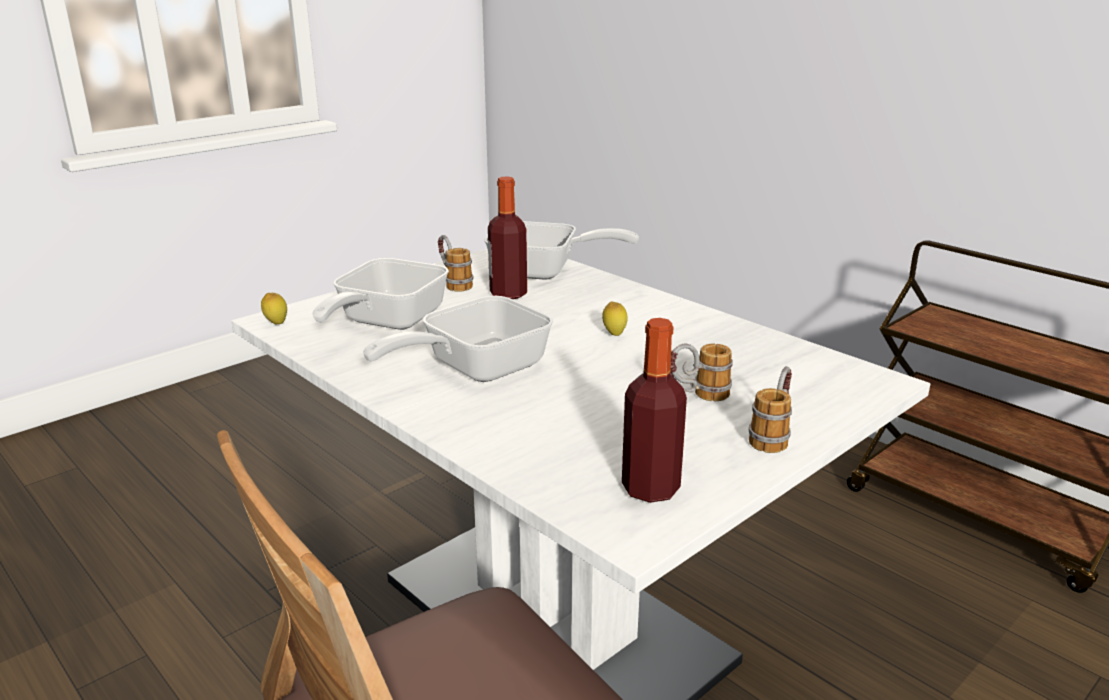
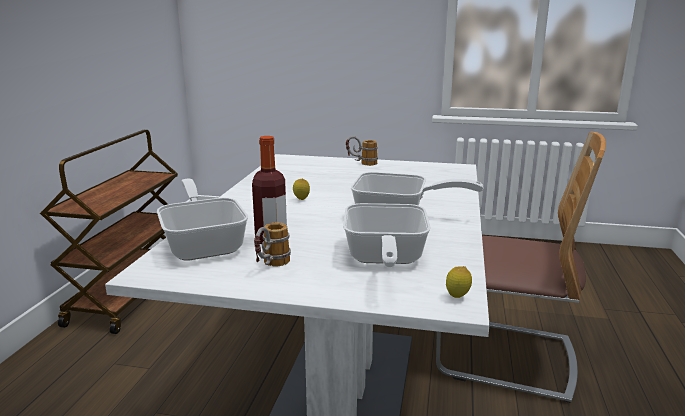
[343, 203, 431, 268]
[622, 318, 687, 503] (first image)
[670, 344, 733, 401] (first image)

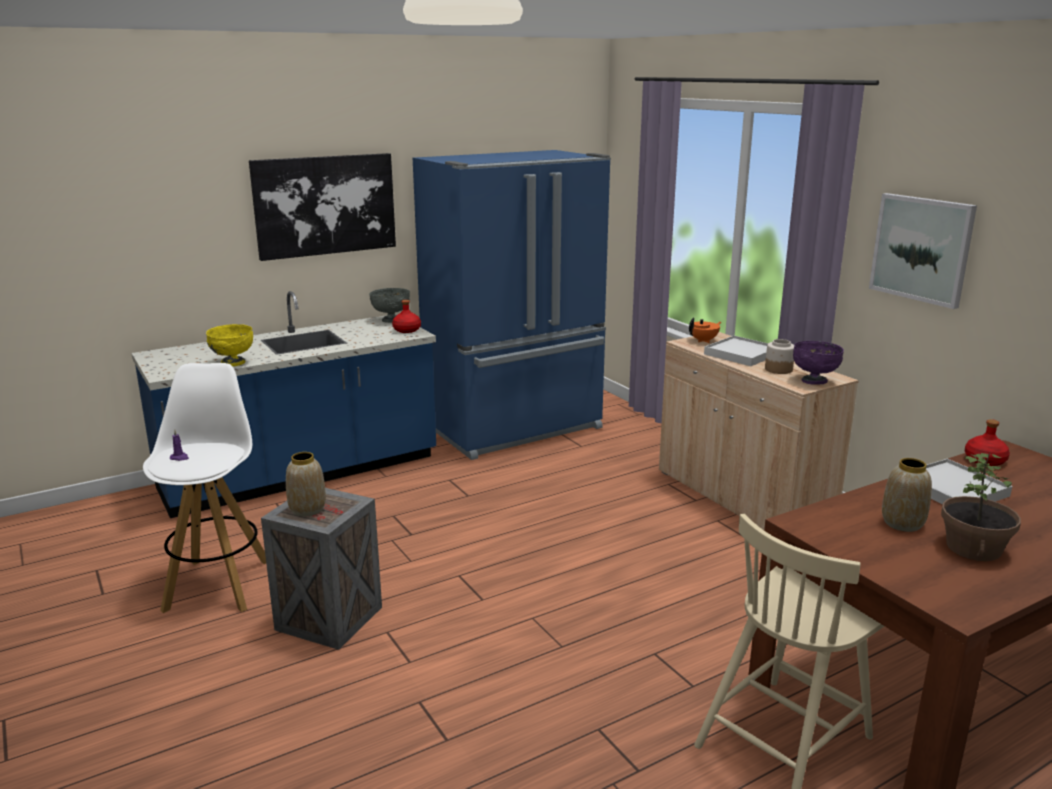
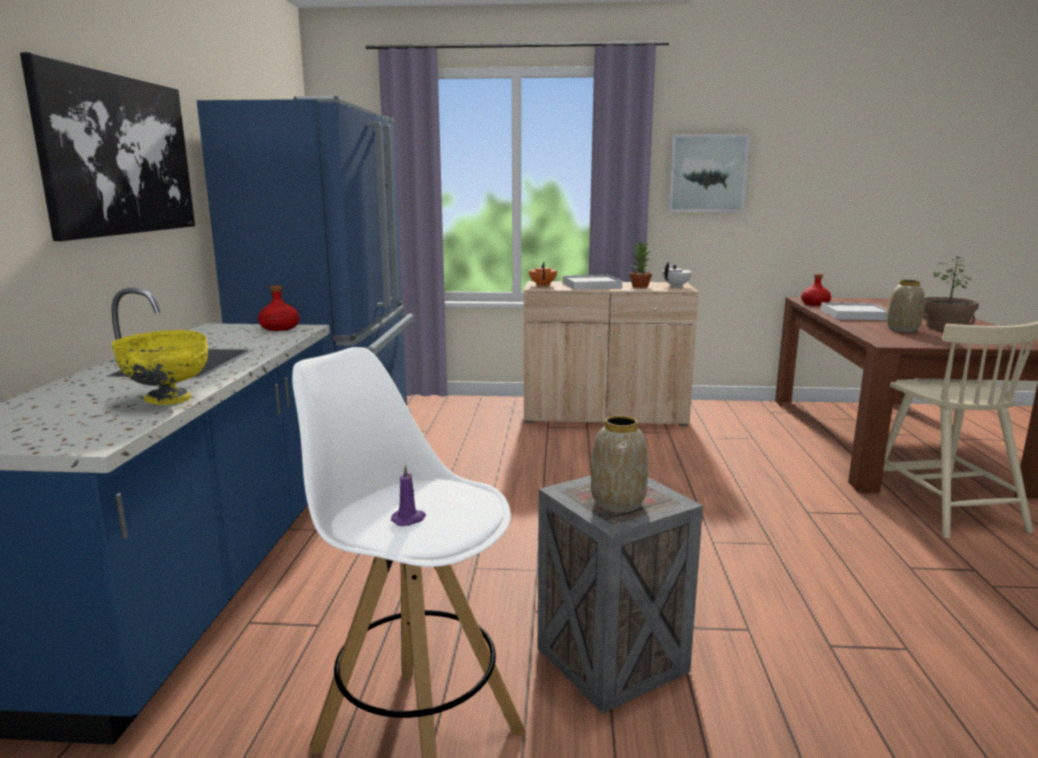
[369, 288, 410, 323] (first image)
[630, 241, 652, 288]
[662, 262, 692, 287]

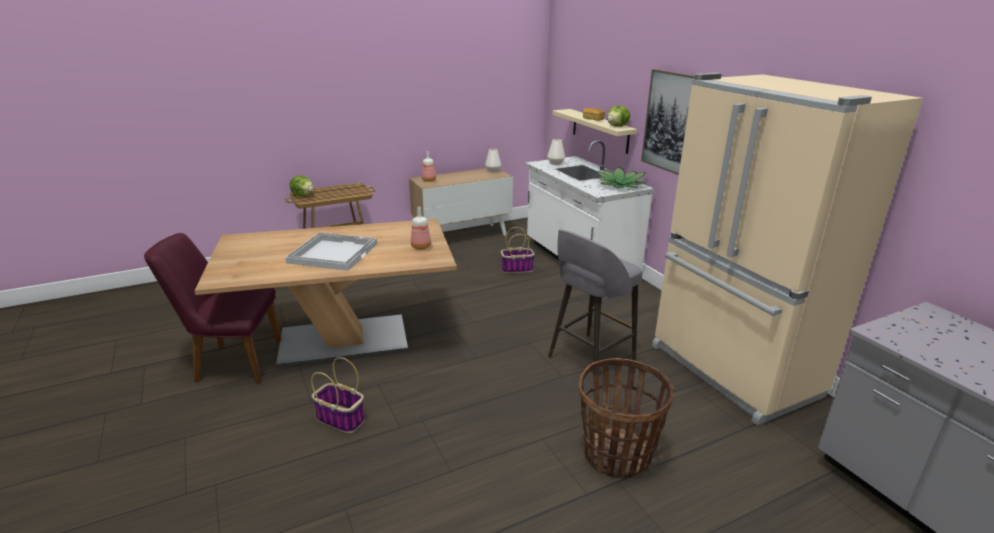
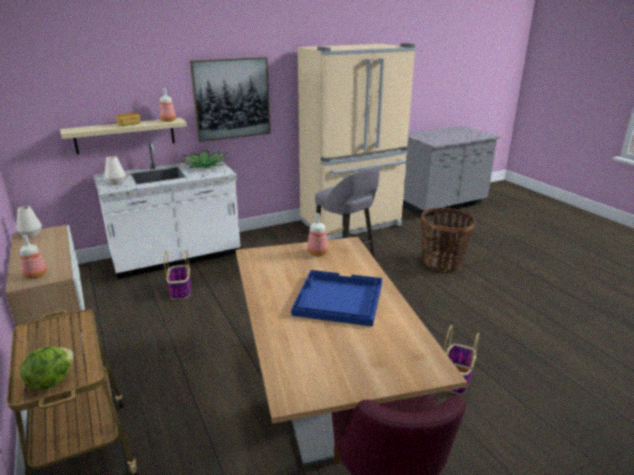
[160, 88, 176, 122]
[291, 270, 382, 327]

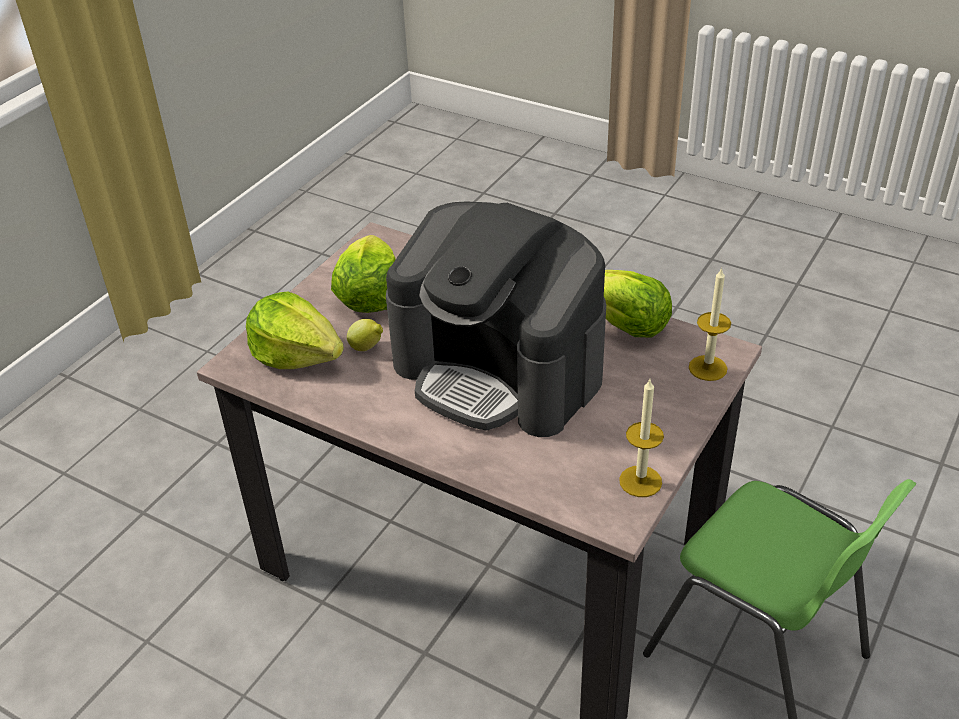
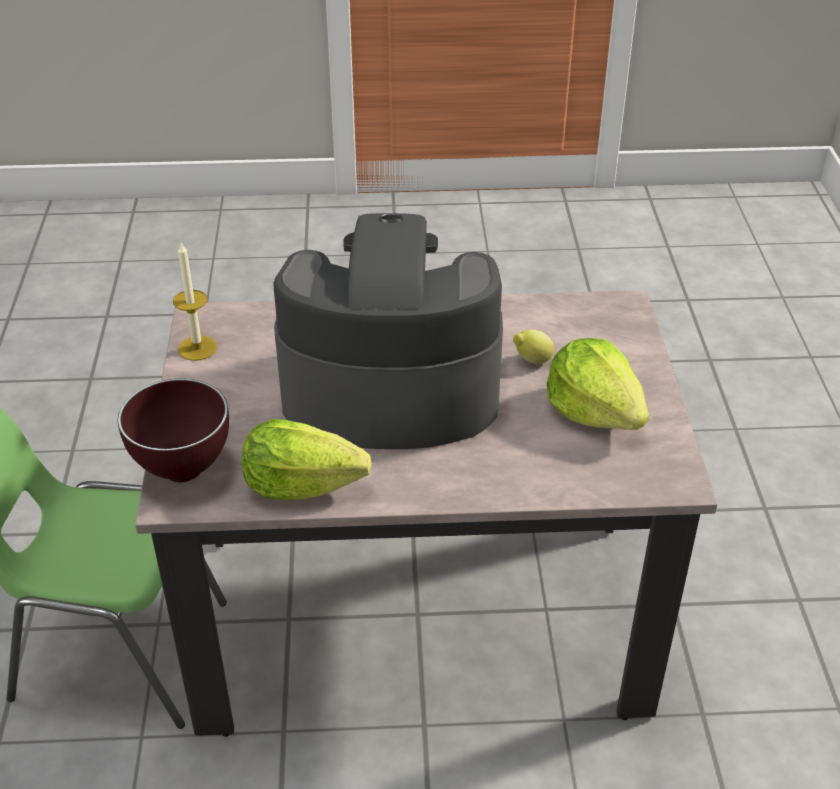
[118, 379, 229, 482]
[246, 292, 344, 369] (first image)

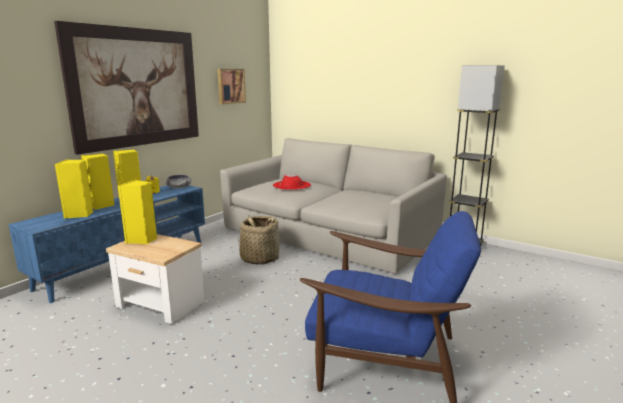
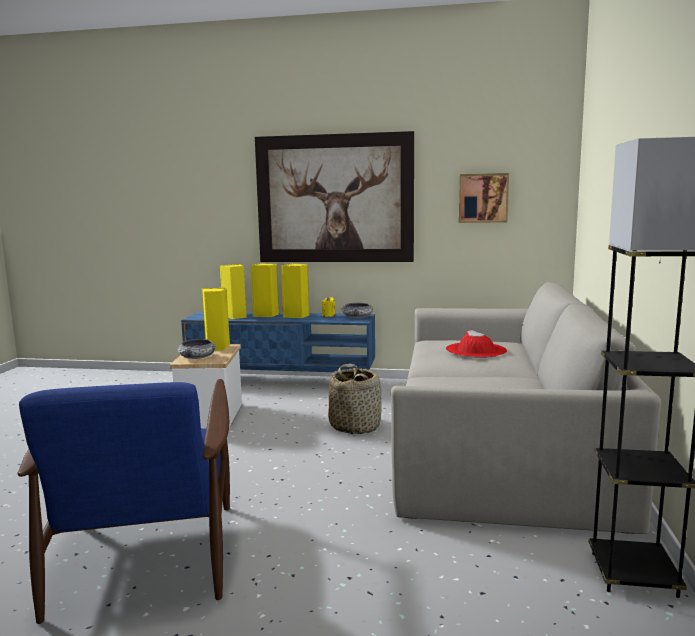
[178, 339, 216, 359]

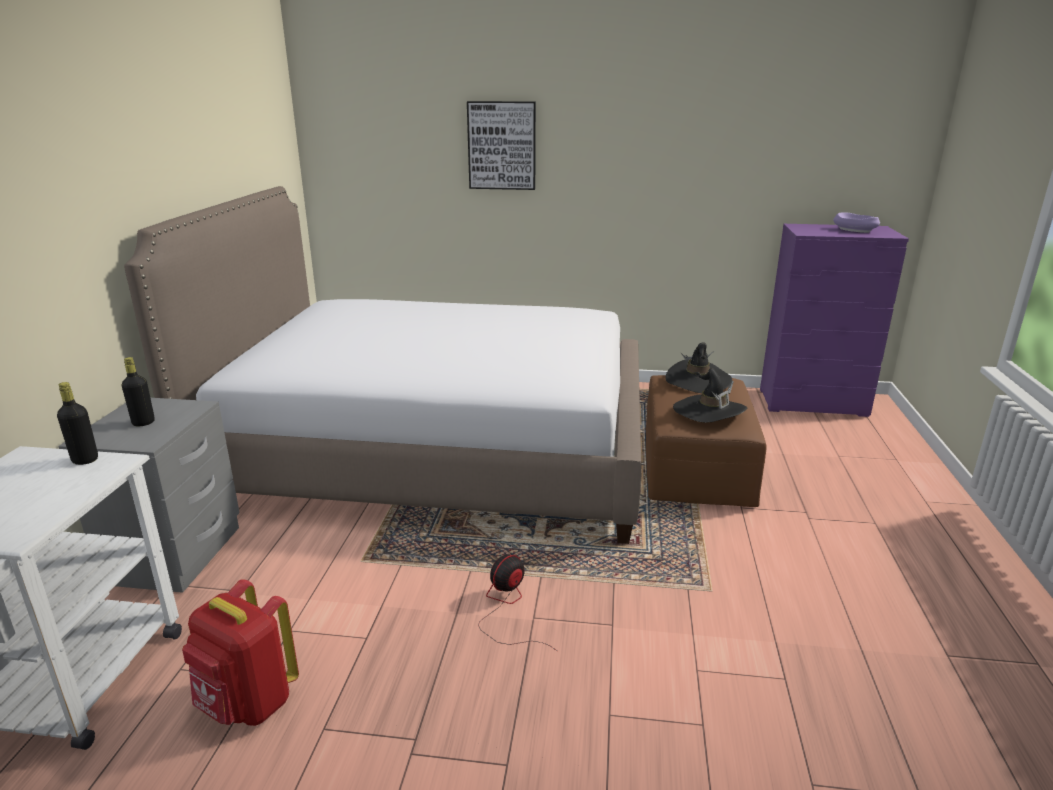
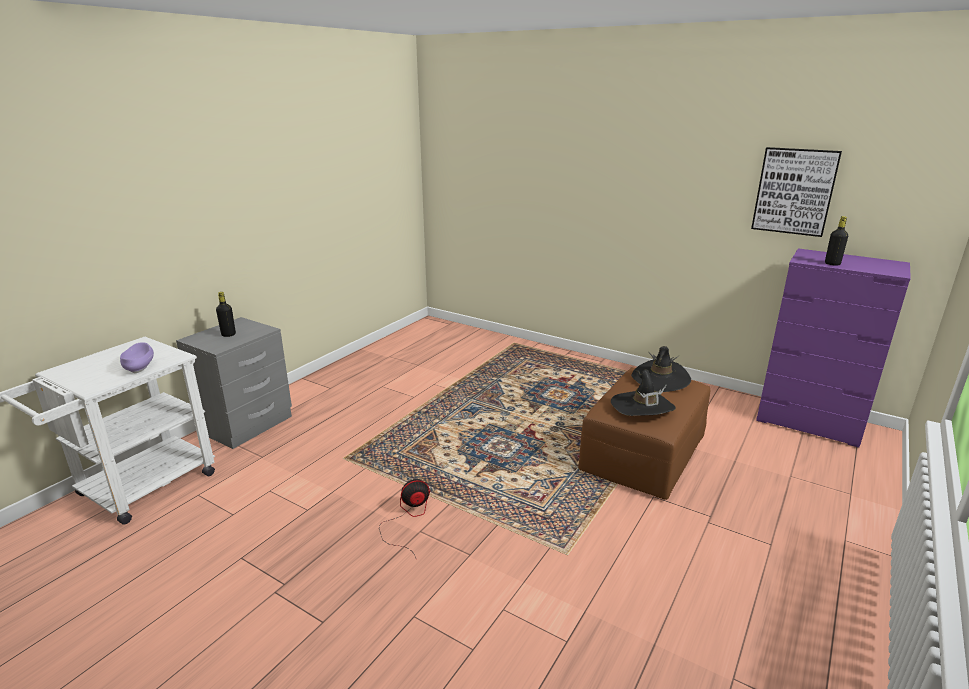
[751, 147, 842, 237]
[124, 186, 642, 544] (first image)
[120, 342, 154, 373]
[825, 216, 848, 266]
[182, 579, 299, 726] (first image)

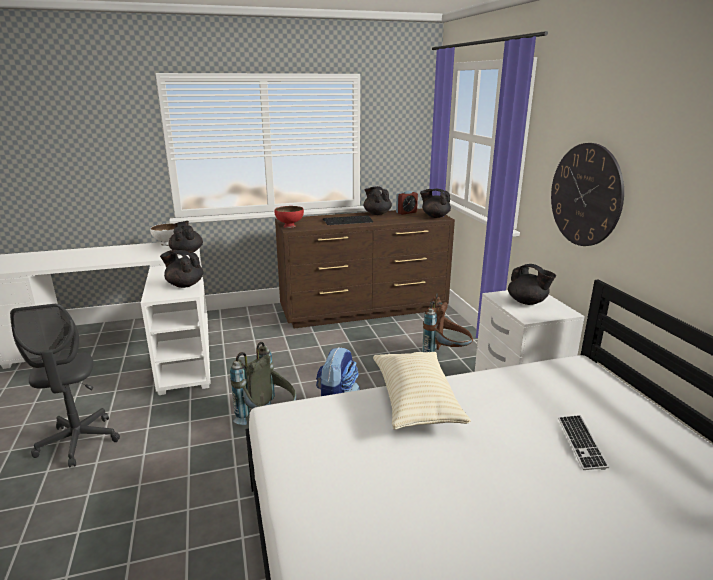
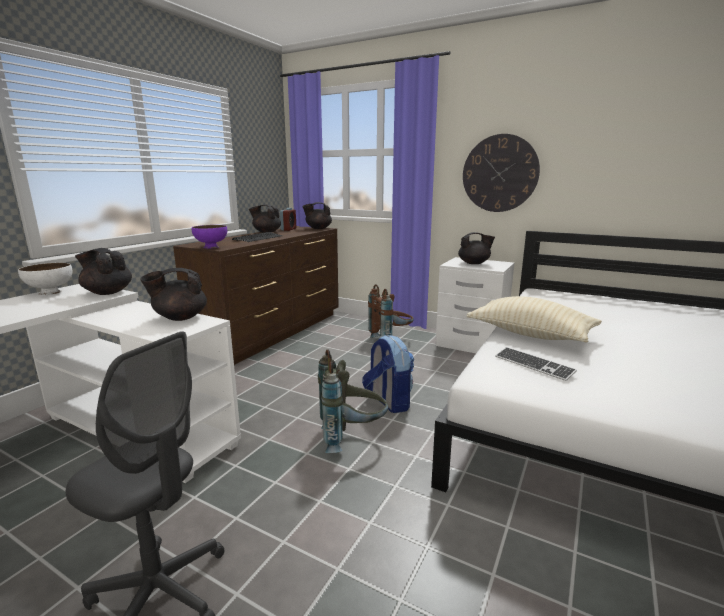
[192, 225, 227, 248]
[495, 347, 577, 381]

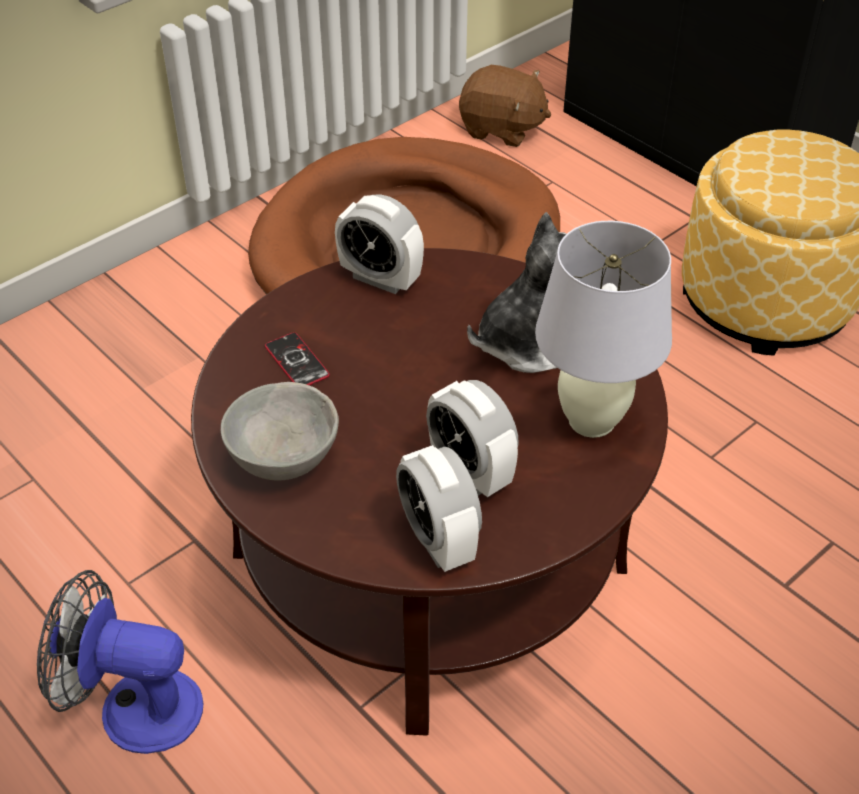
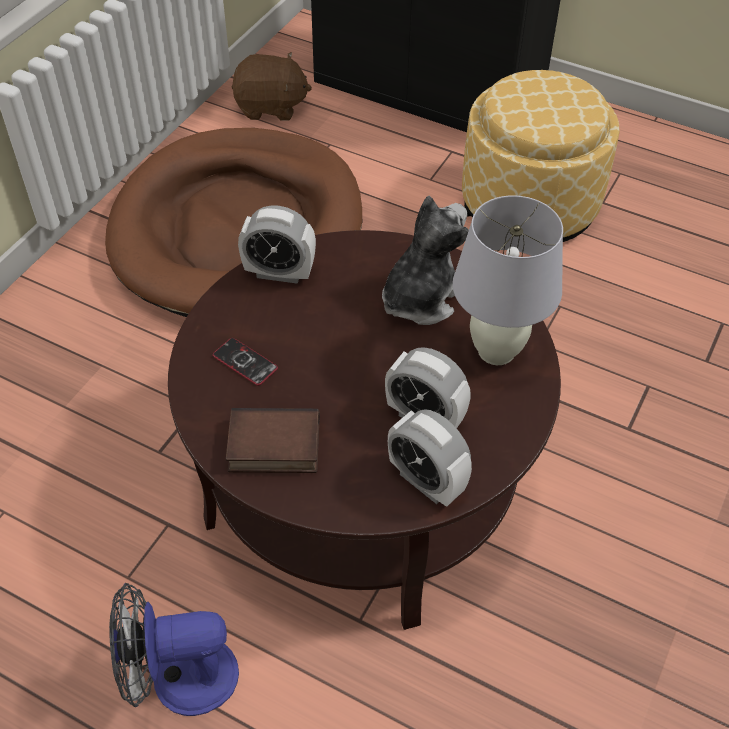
[226, 408, 320, 473]

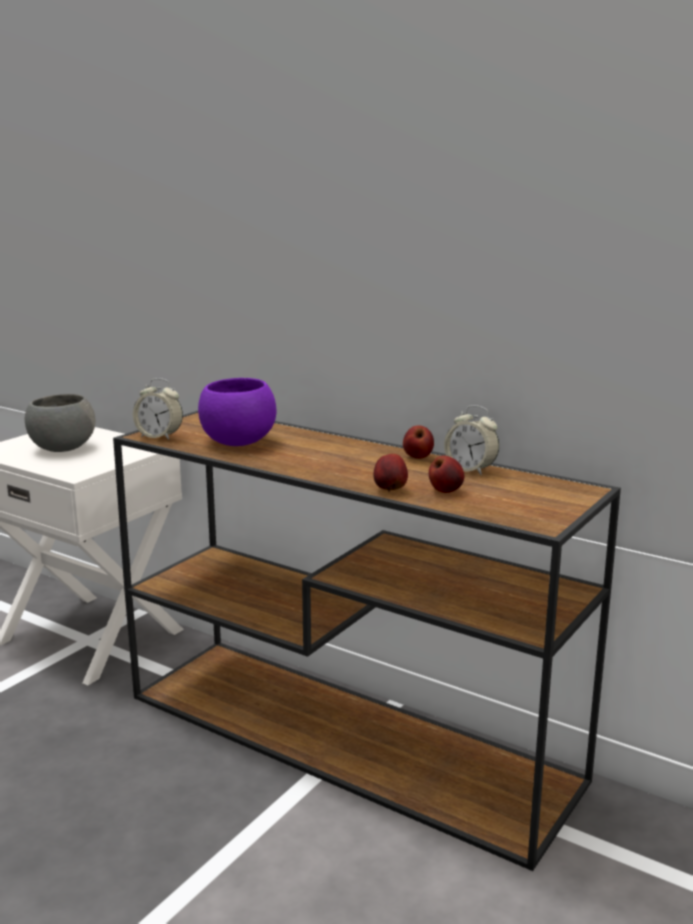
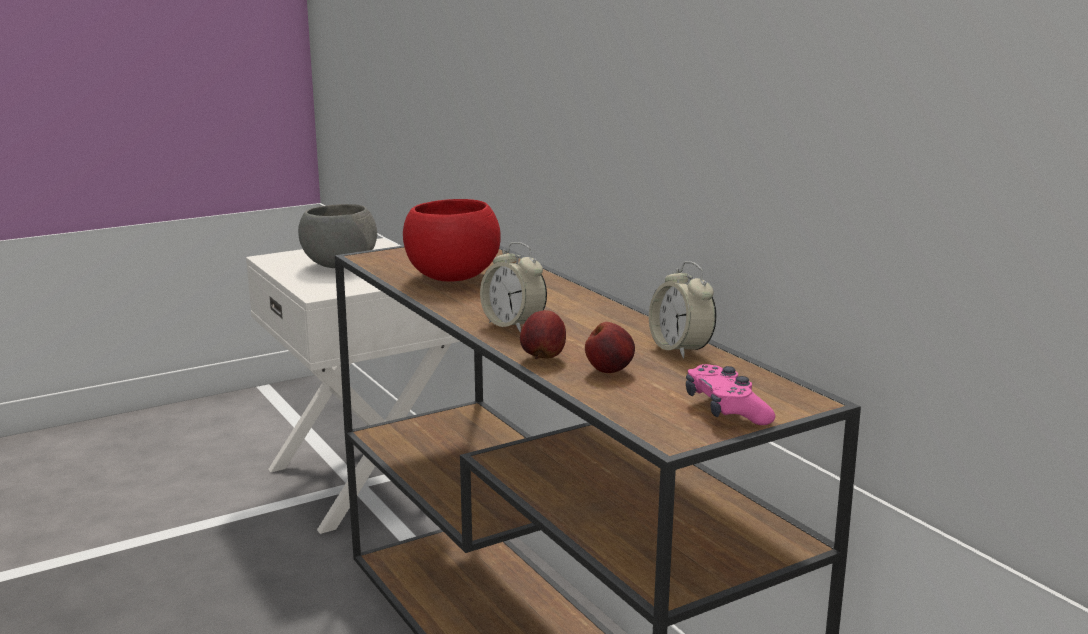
[480, 242, 547, 333]
[403, 199, 501, 282]
[403, 425, 434, 459] (first image)
[686, 364, 775, 425]

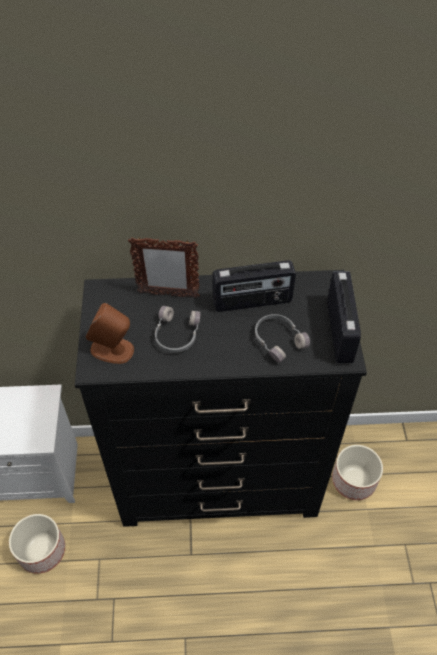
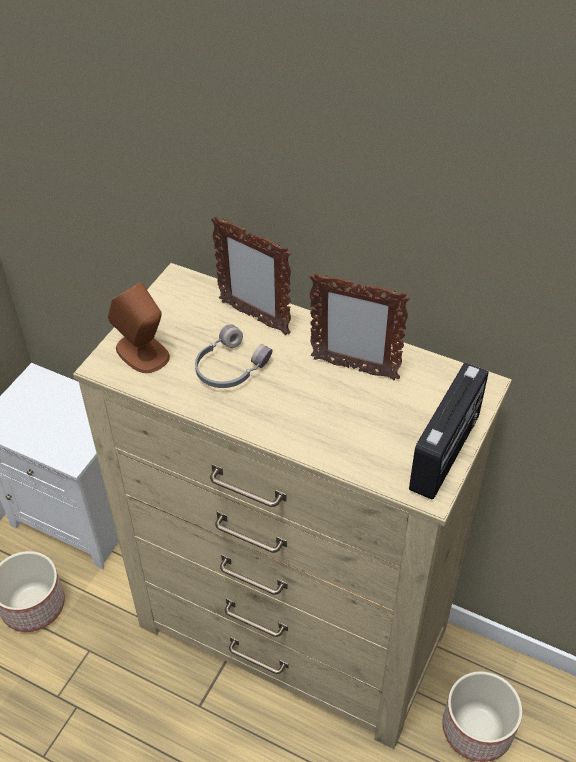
[309, 273, 410, 381]
[73, 263, 512, 749]
[255, 314, 310, 363] (first image)

